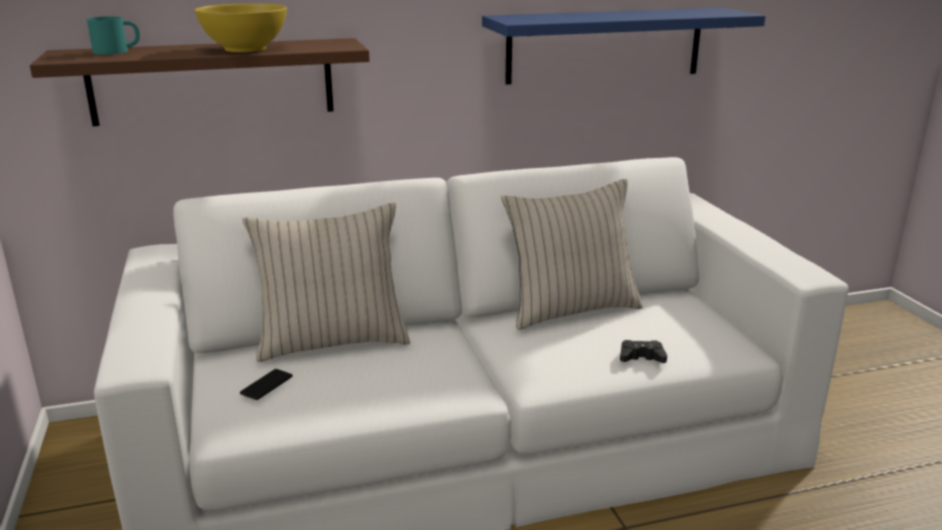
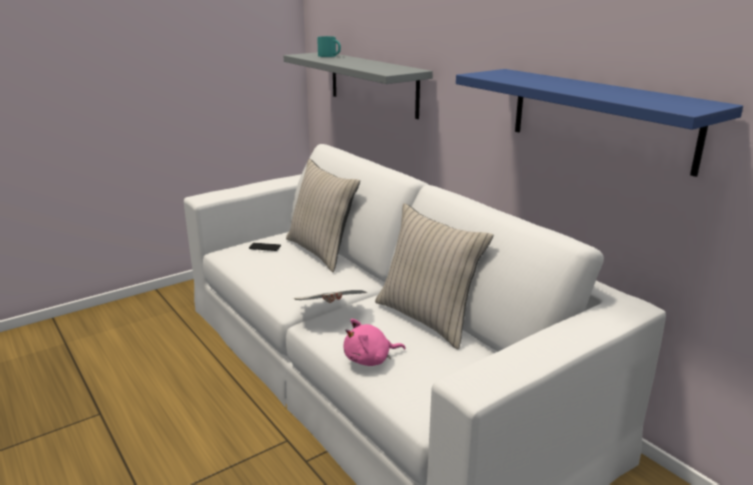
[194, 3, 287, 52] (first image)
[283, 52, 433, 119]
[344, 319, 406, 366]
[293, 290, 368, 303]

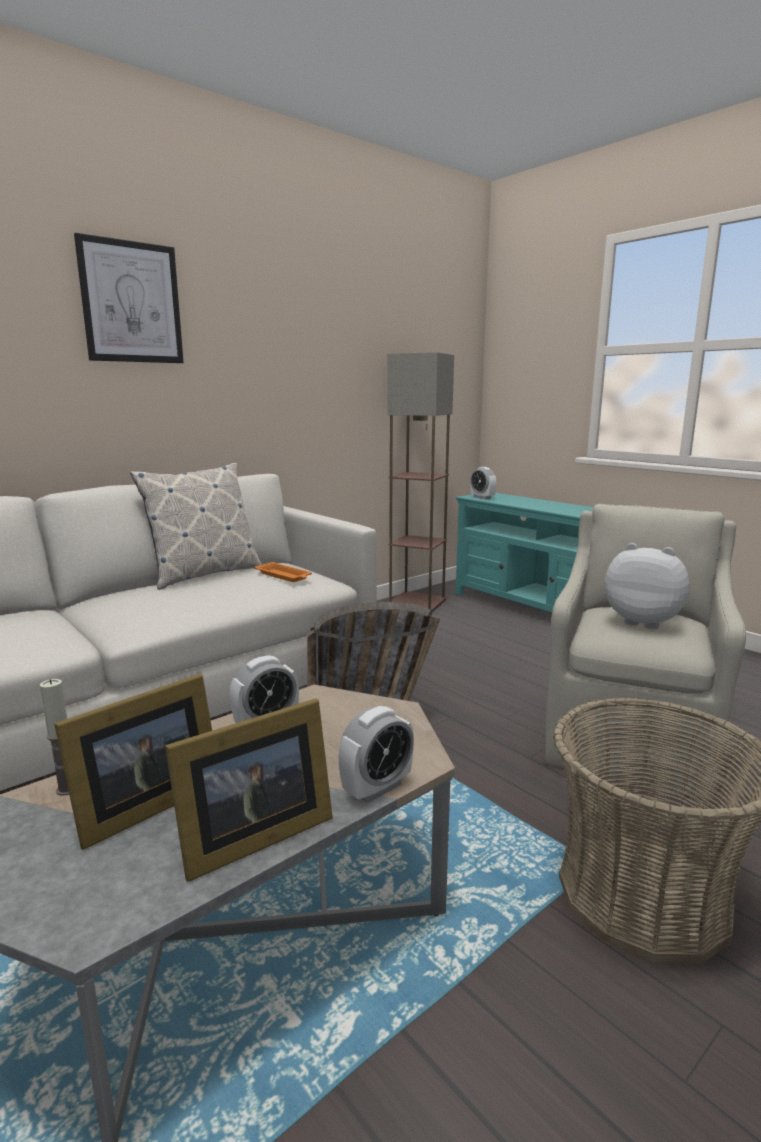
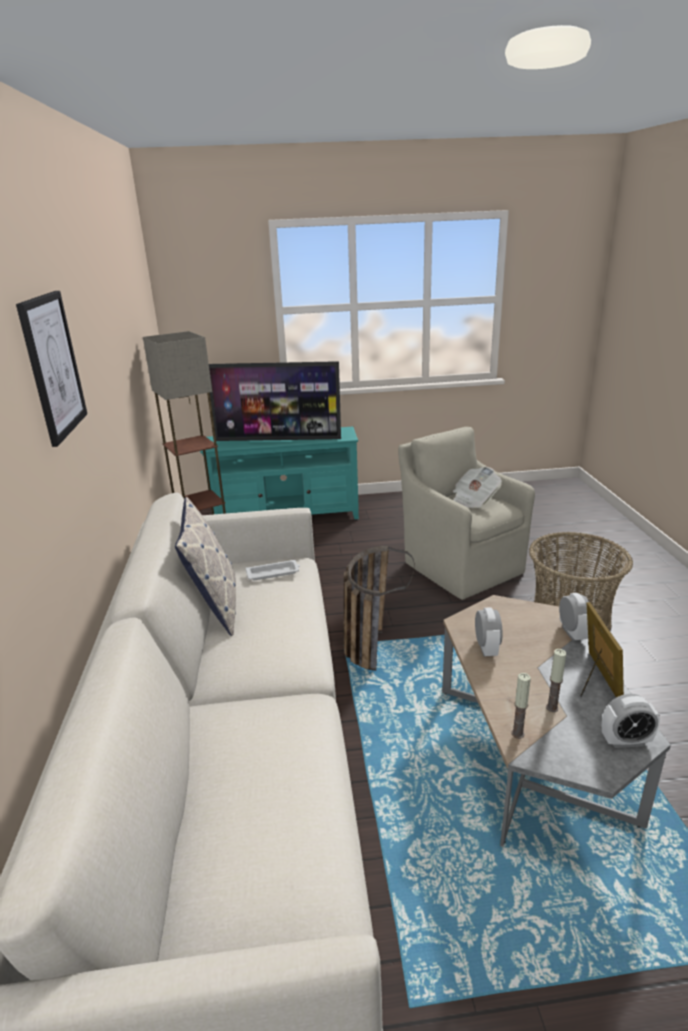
[602, 694, 660, 748]
[453, 467, 502, 508]
[245, 560, 300, 581]
[546, 649, 566, 712]
[209, 361, 341, 441]

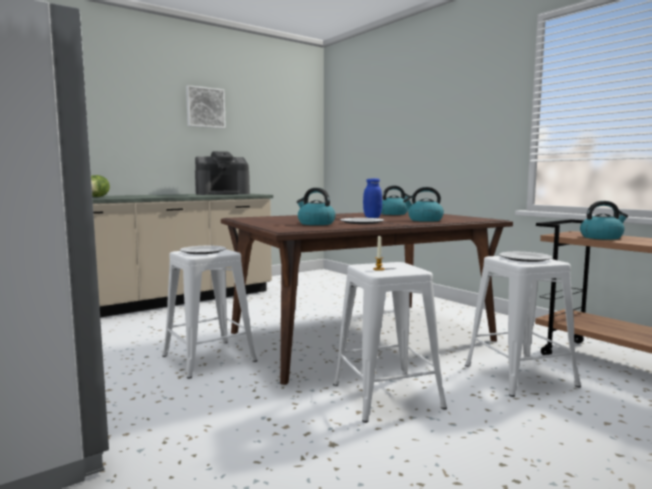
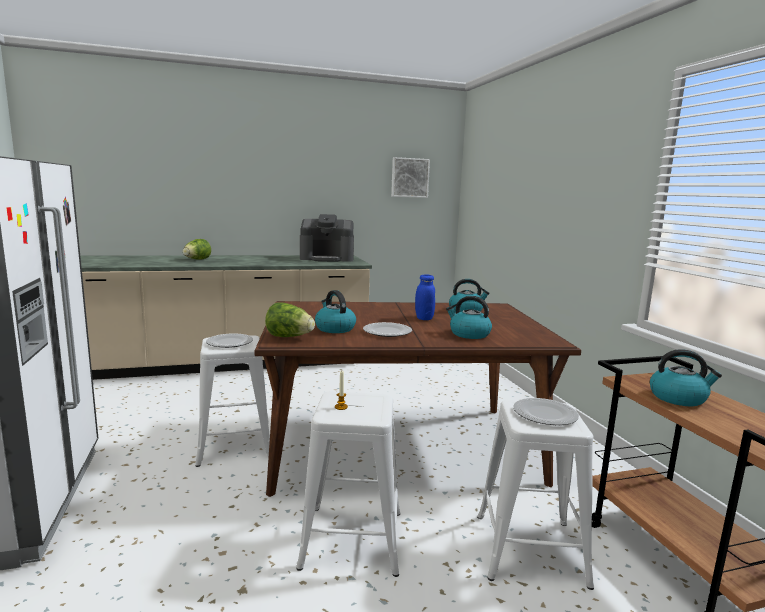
[391, 157, 430, 198]
[265, 302, 315, 337]

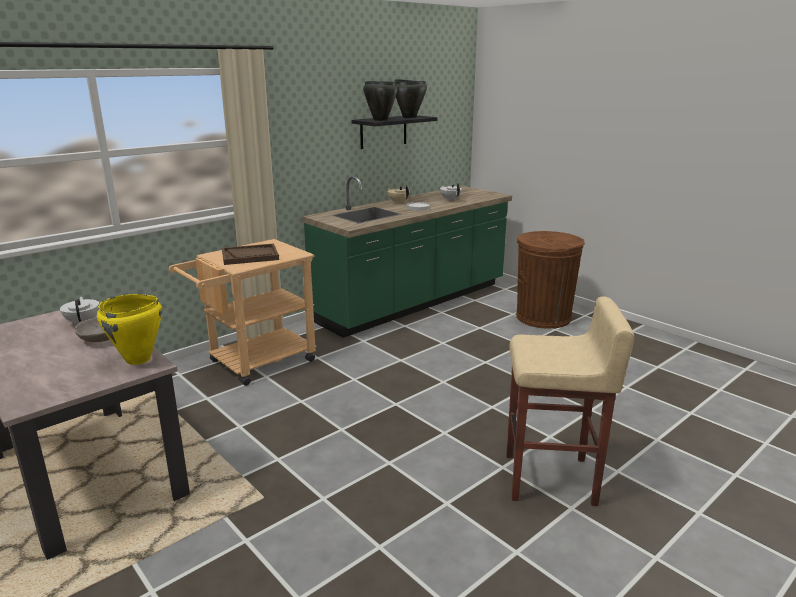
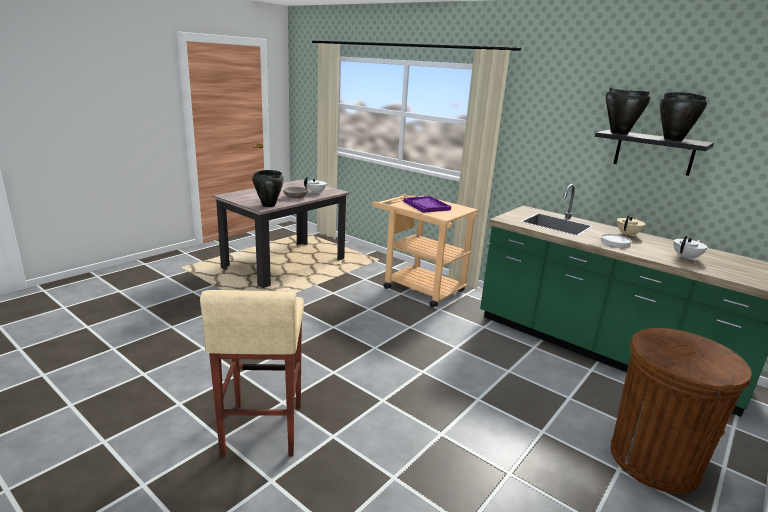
[403, 196, 451, 213]
[252, 170, 284, 207]

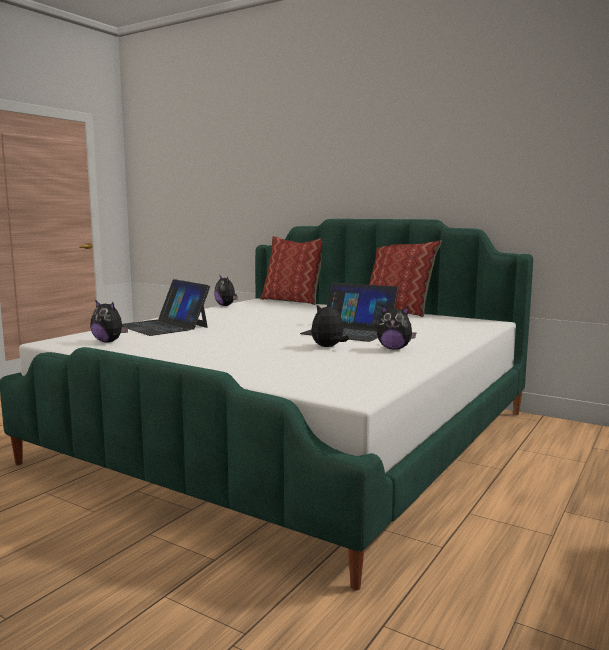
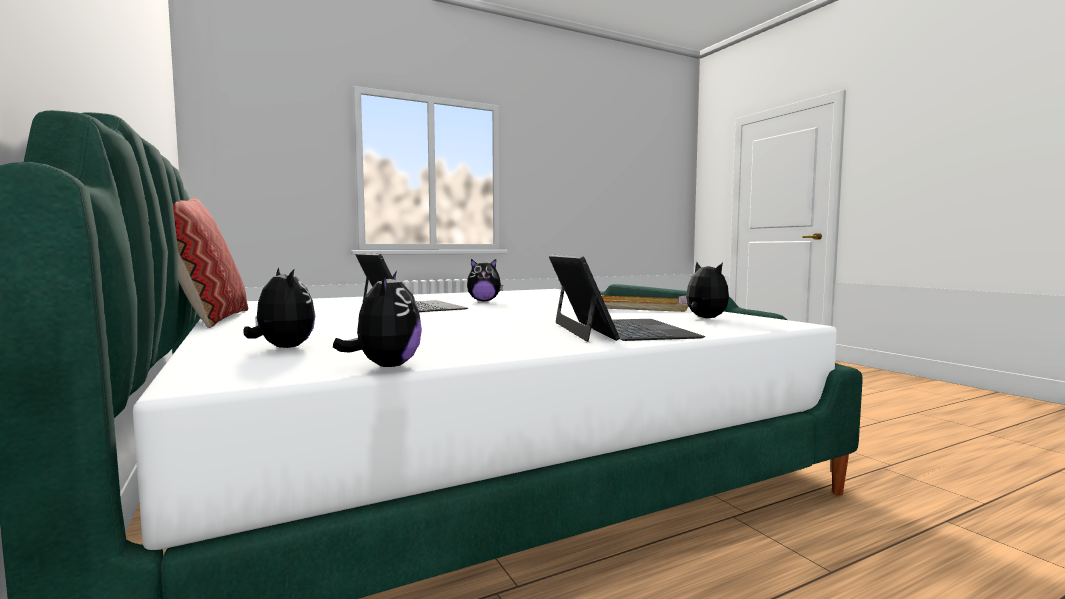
[260, 236, 322, 305] (first image)
[243, 267, 315, 348]
[601, 295, 688, 312]

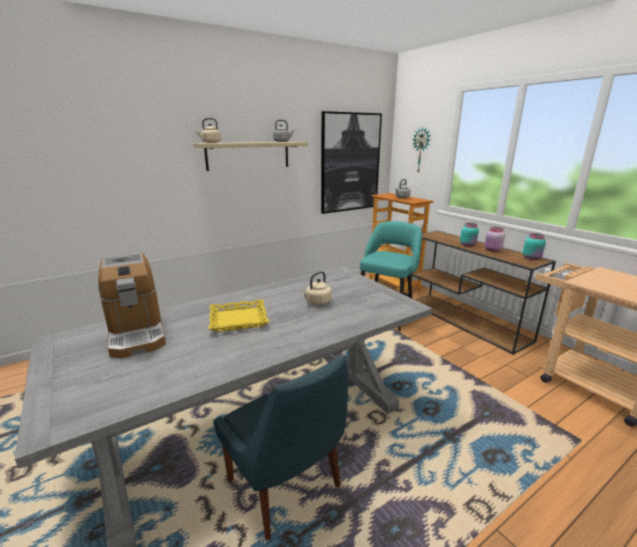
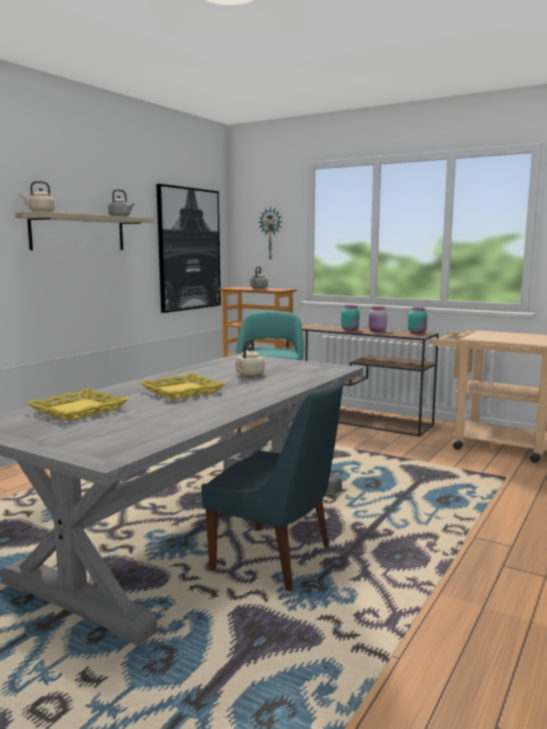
[27, 389, 129, 421]

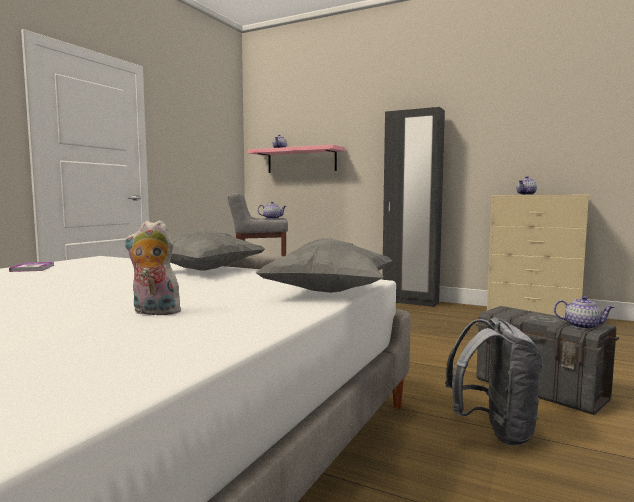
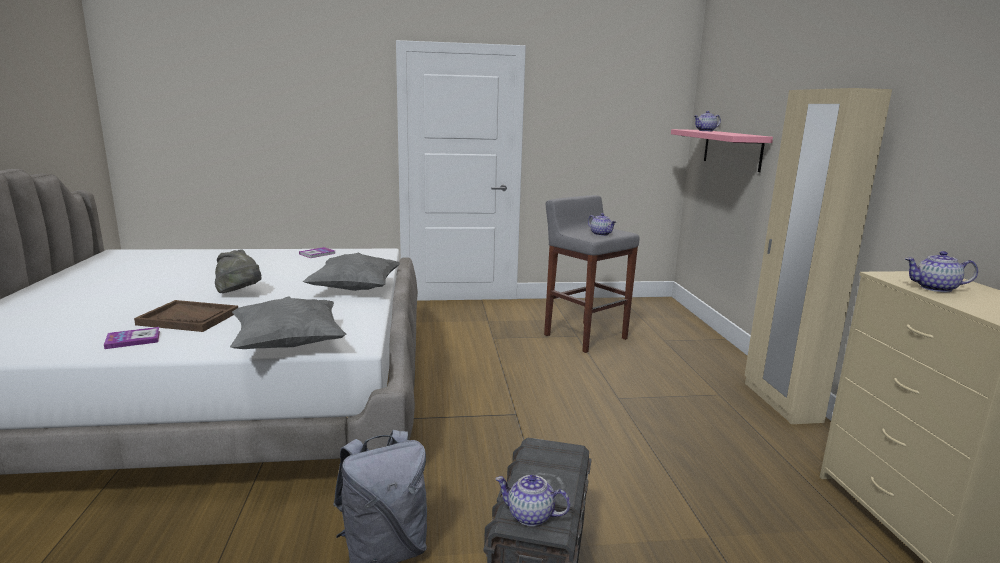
[745, 88, 892, 424]
[134, 300, 238, 332]
[495, 475, 570, 526]
[215, 249, 261, 293]
[104, 327, 160, 349]

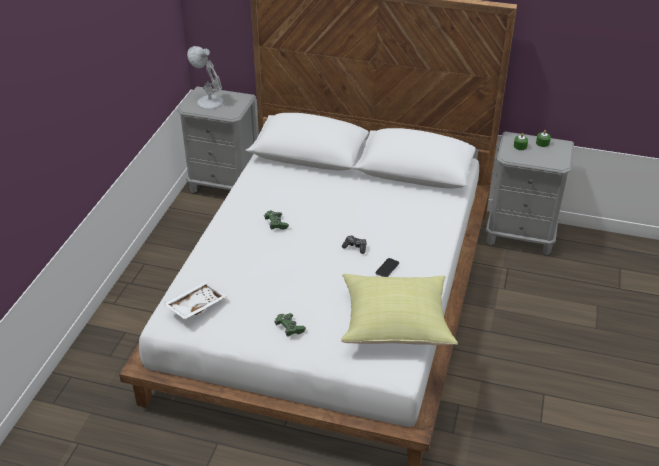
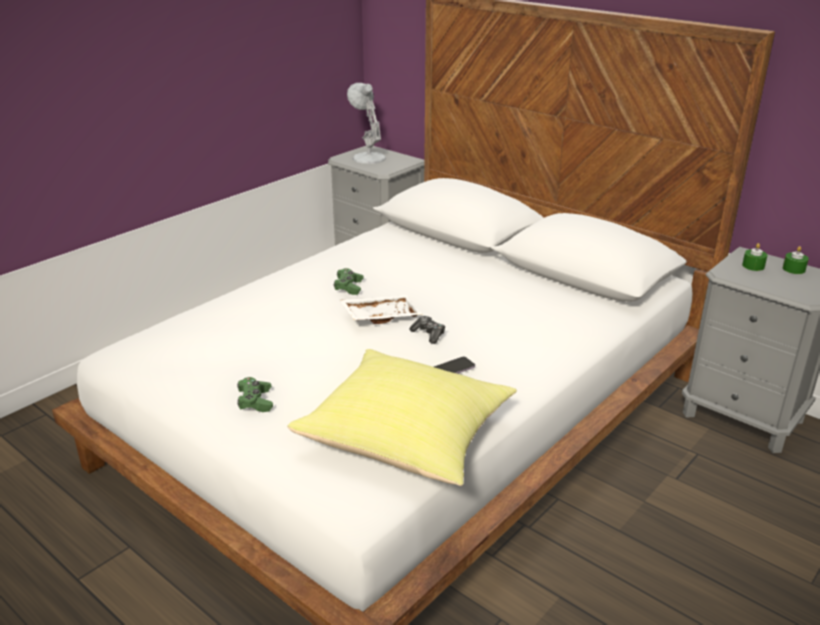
[340, 295, 423, 324]

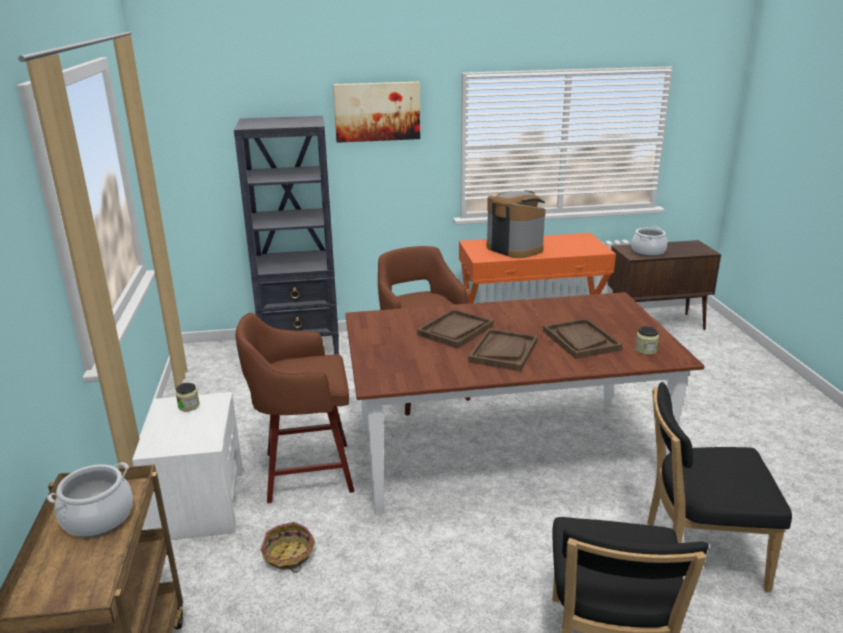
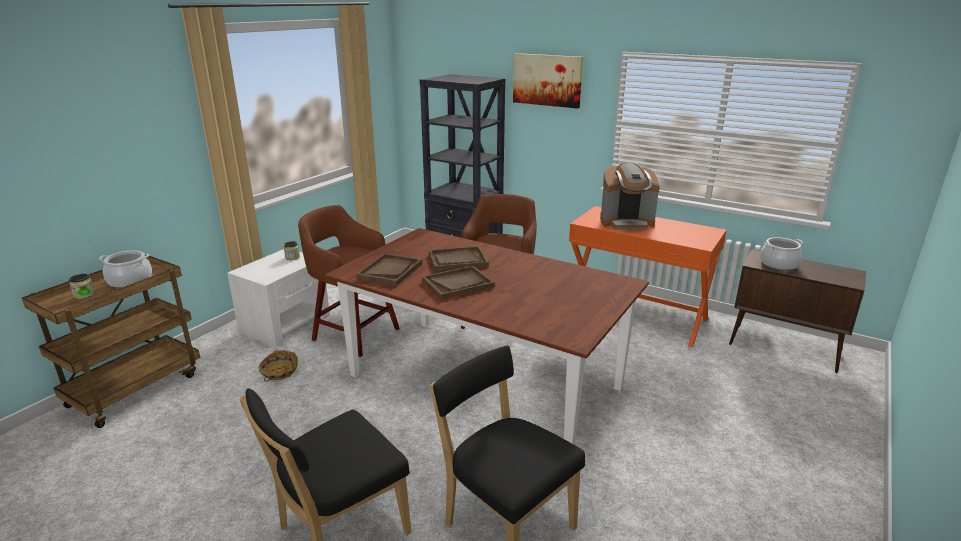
[600, 163, 660, 230]
[356, 253, 422, 286]
[69, 274, 95, 299]

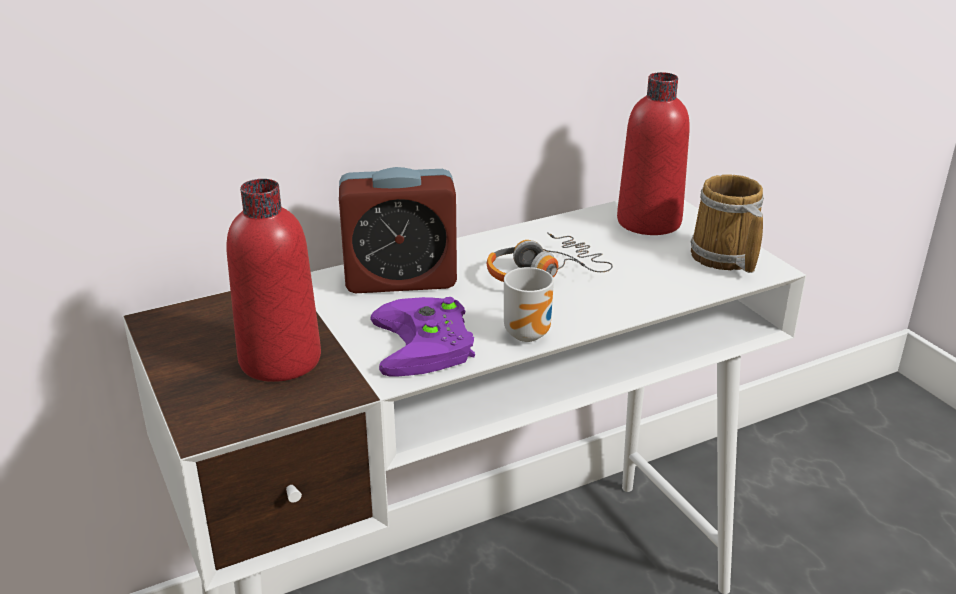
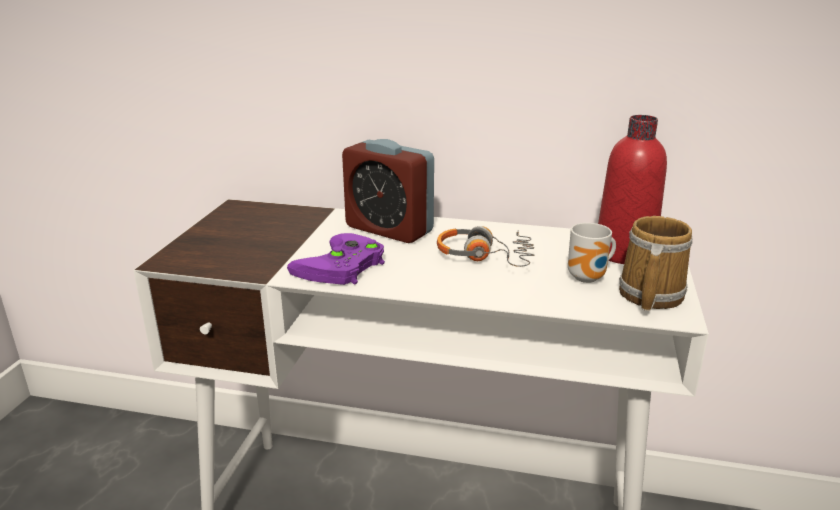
[227, 179, 321, 382] (first image)
[568, 223, 616, 283]

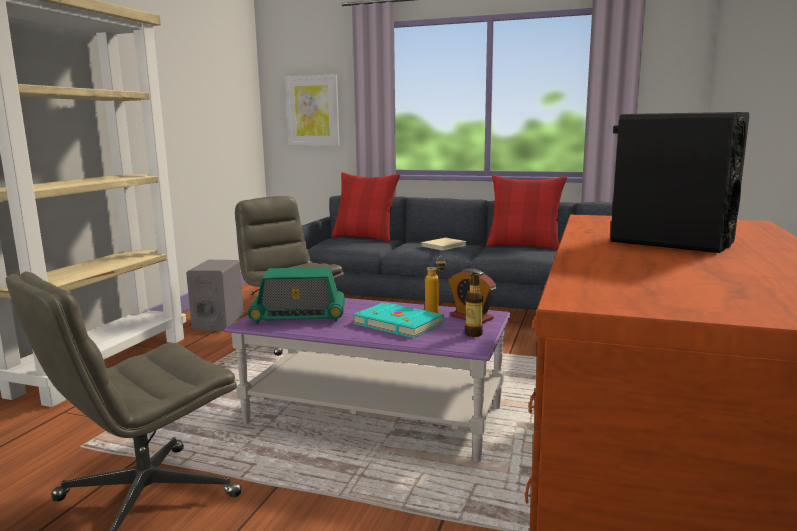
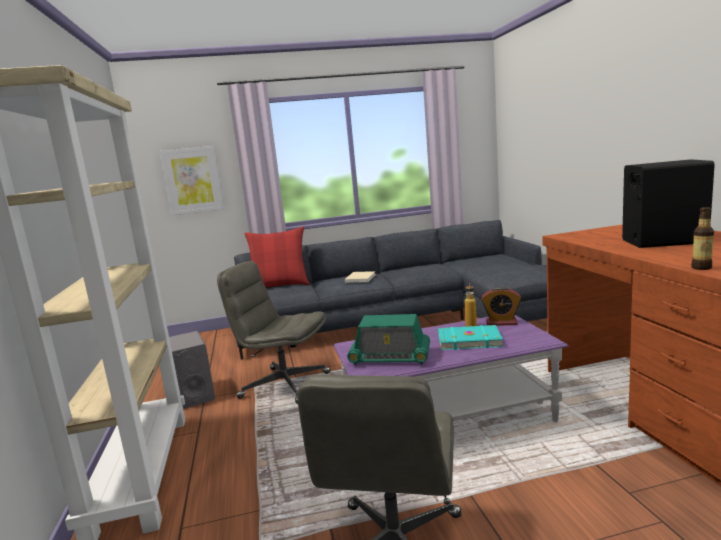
[486, 175, 567, 250] (first image)
[347, 314, 430, 365]
[691, 207, 714, 270]

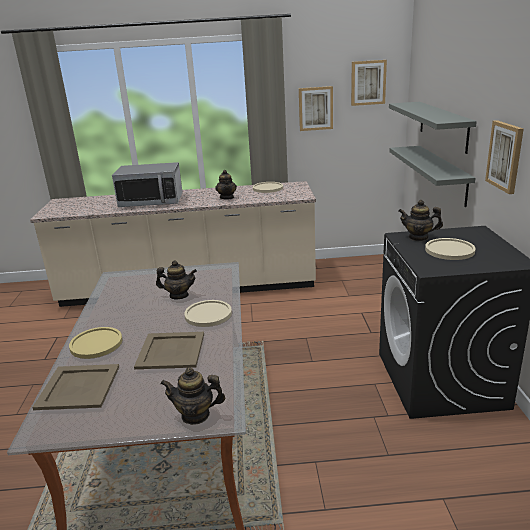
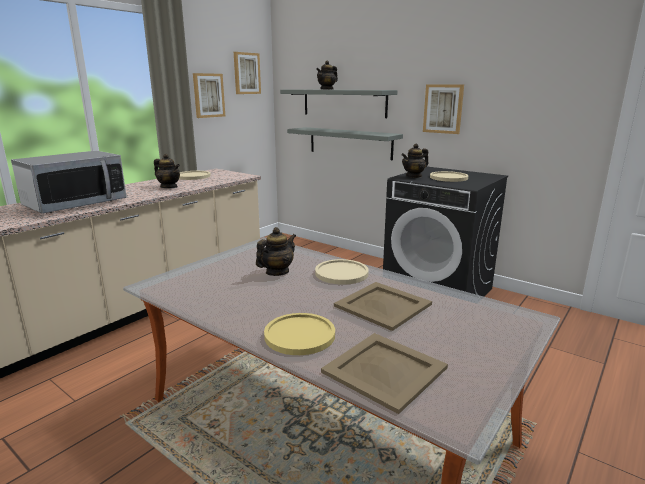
[316, 60, 338, 90]

